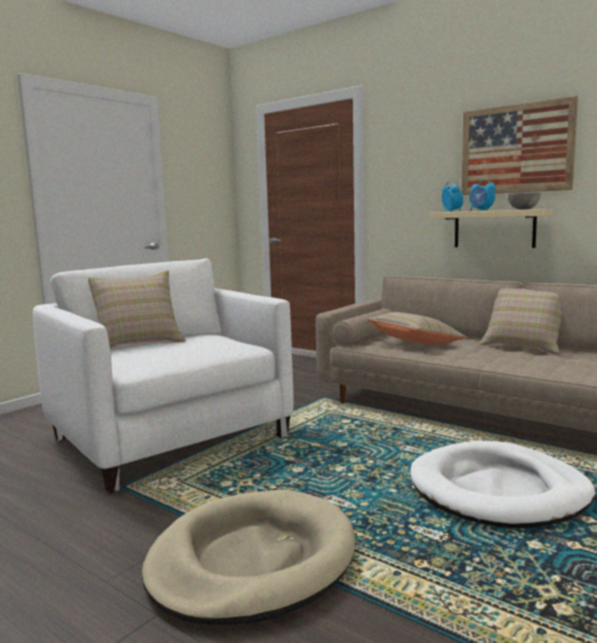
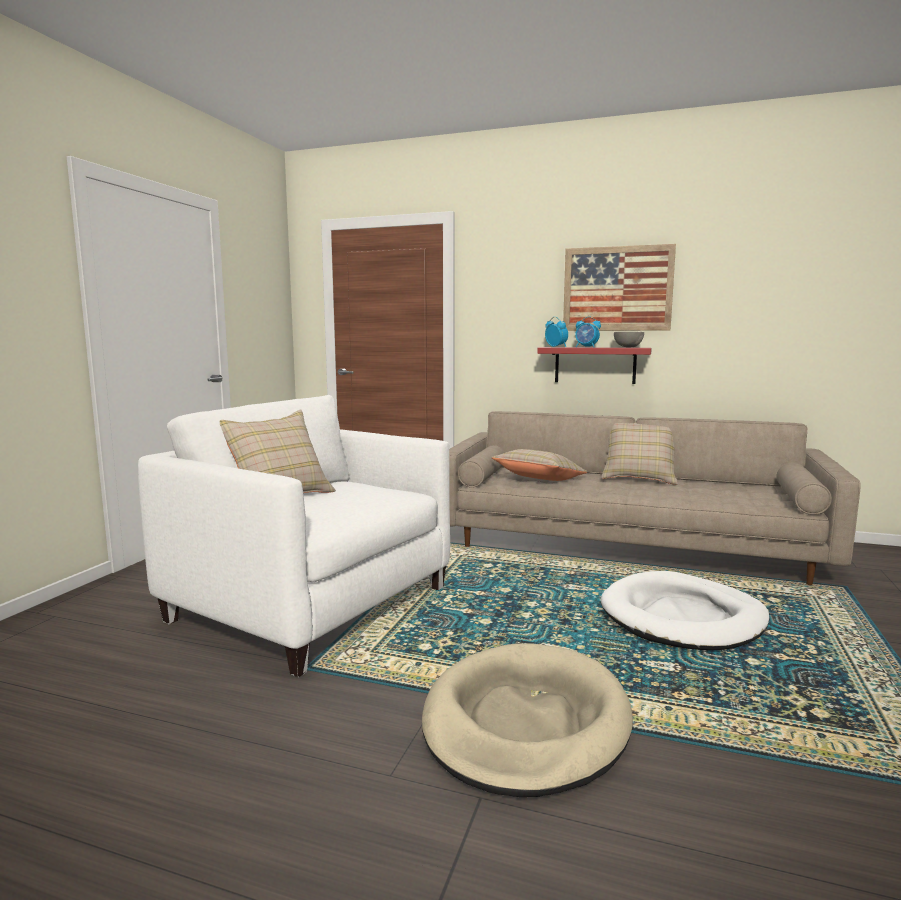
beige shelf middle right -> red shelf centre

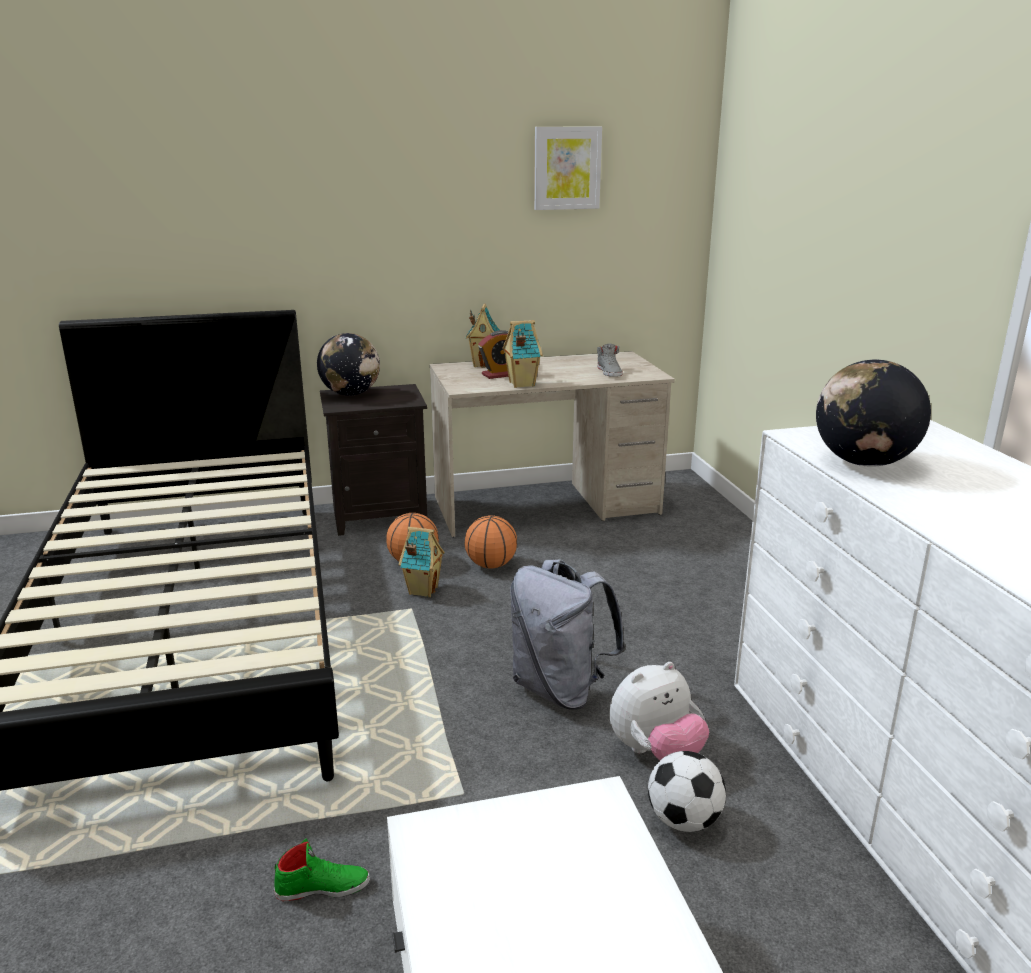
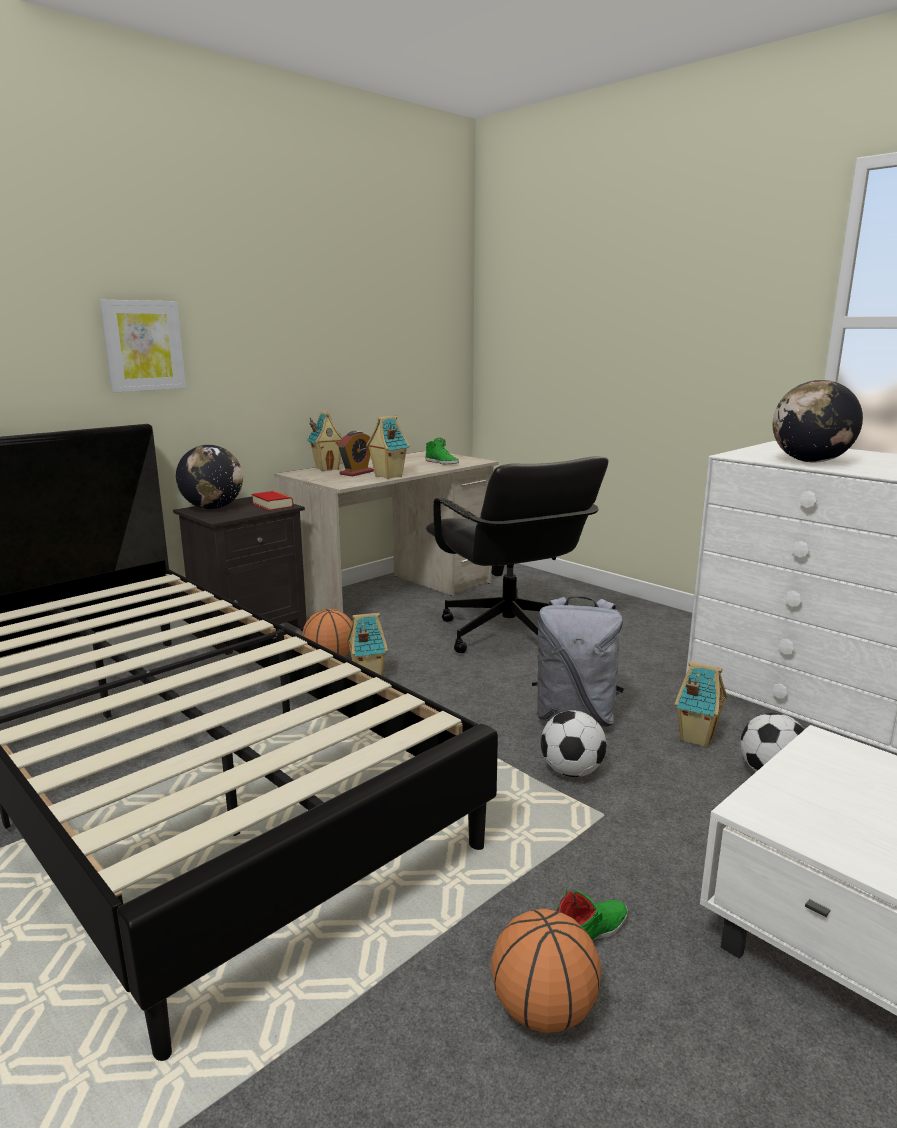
basketball (no. 2 from left) centre -> basketball (no. 2 from left) bottom centre, shifted
picture top centre -> picture top left, shifted
grey shoe centre -> green shoe (no. 1 from left) centre
plush toy bottom centre -> toy house (no. 4 from left) middle right
none -> book middle left
none -> black office chair centre
none -> football (no. 1 from left) centre

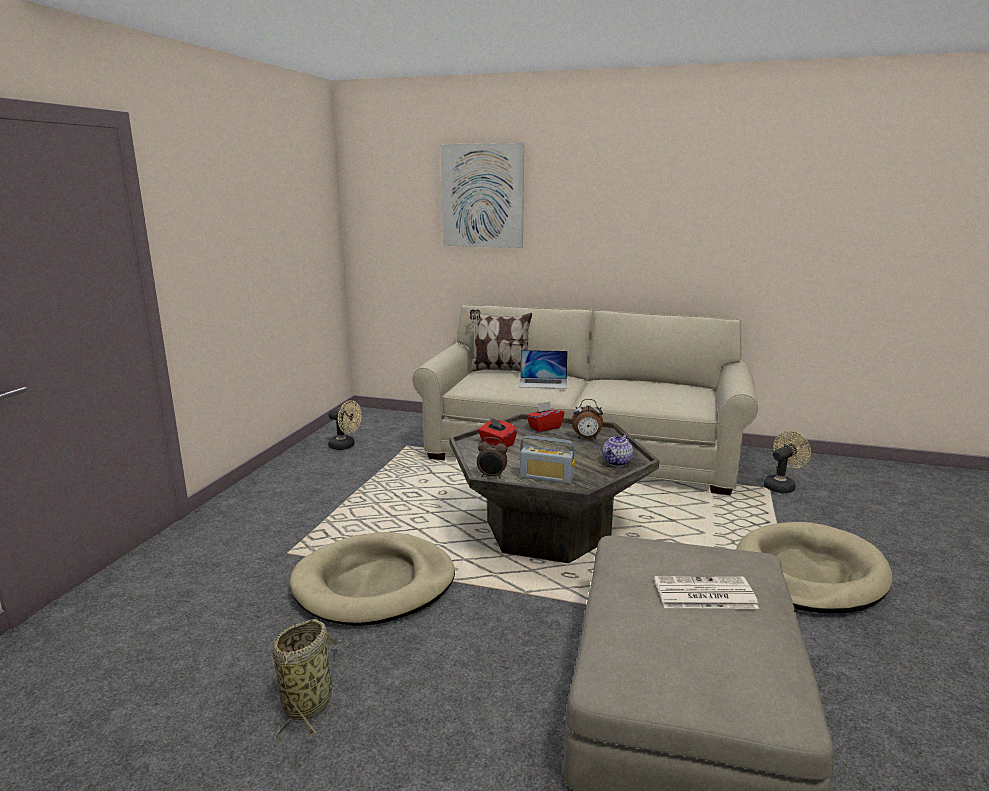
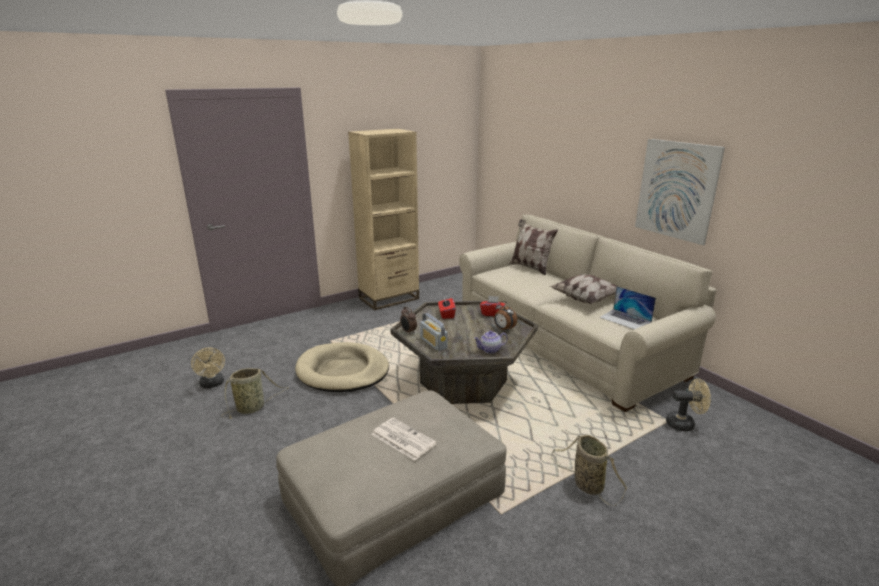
beige fan (no. 1 from left) centre -> beige fan (no. 1 from left) middle left, shifted
picture top centre -> picture top right, shifted
laptop centre -> laptop middle right, shifted
beige dog bed (no. 2 from left) bottom right -> basket (no. 2 from left) bottom right
none -> beige bookcase centre
none -> pillow (no. 2 from left) centre

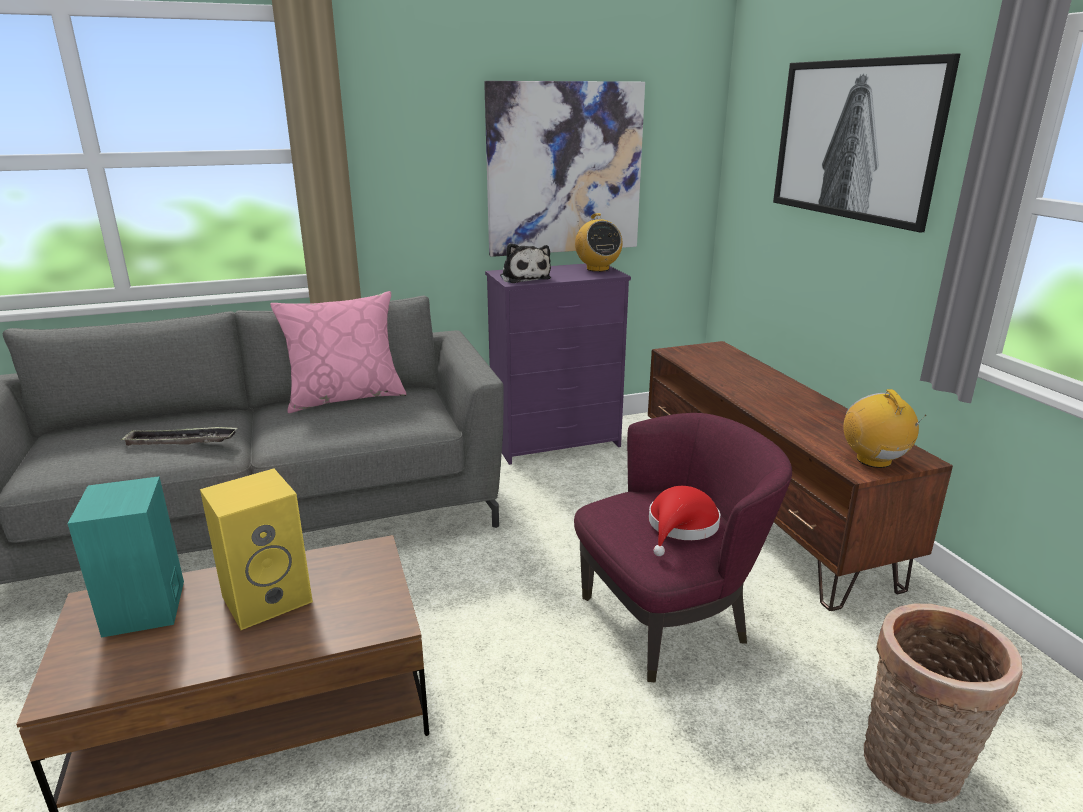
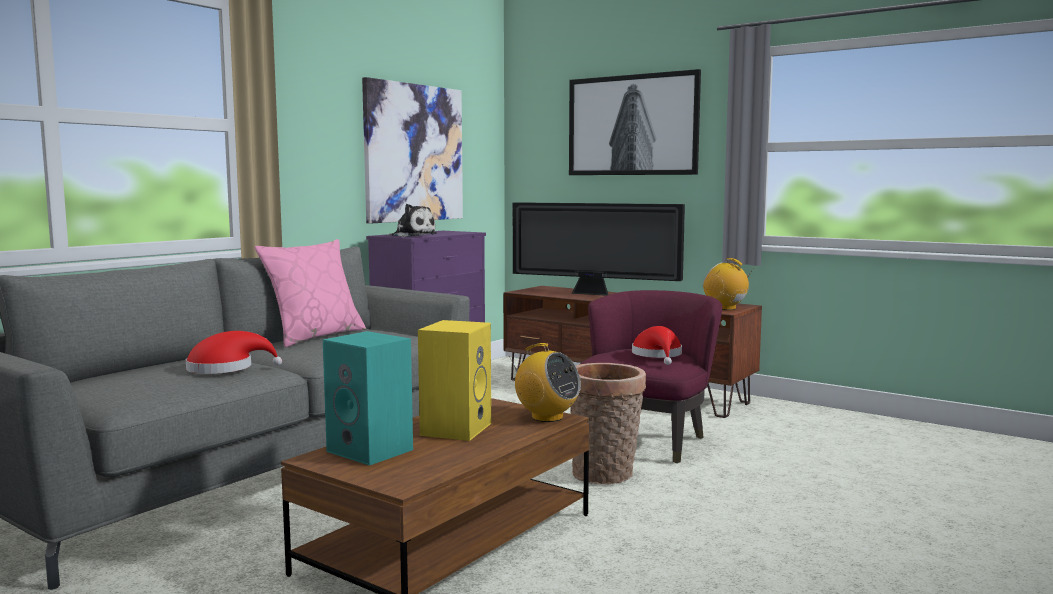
tray middle left -> red hat (no. 1 from left) middle left
radio (no. 1 from left) top centre -> radio (no. 1 from left) centre, shifted
basket bottom right -> basket bottom centre, shifted
none -> television centre

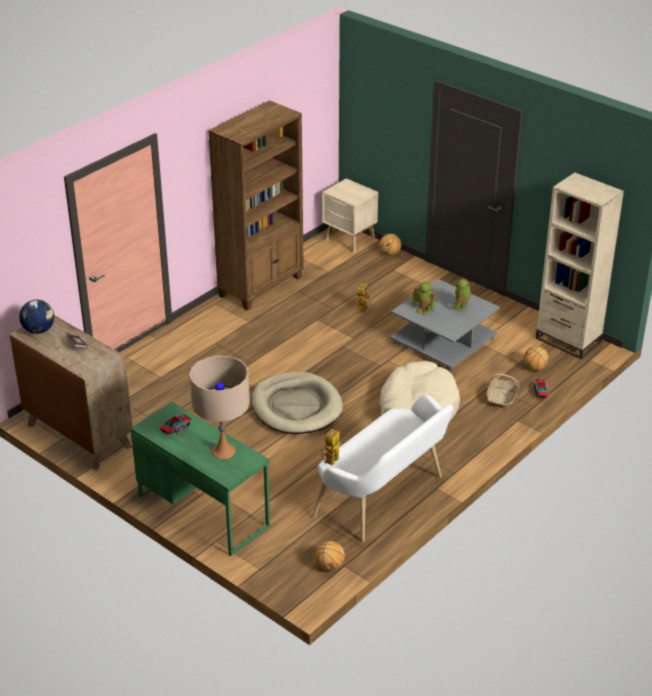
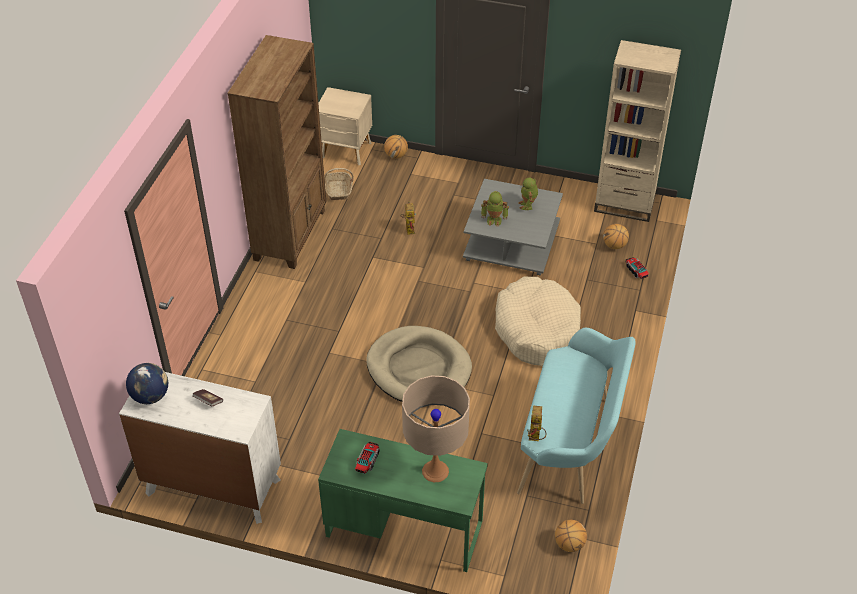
brown dresser middle left -> white dresser bottom left
white bench bottom centre -> turquoise bench bottom right
basket middle right -> basket top centre, shifted

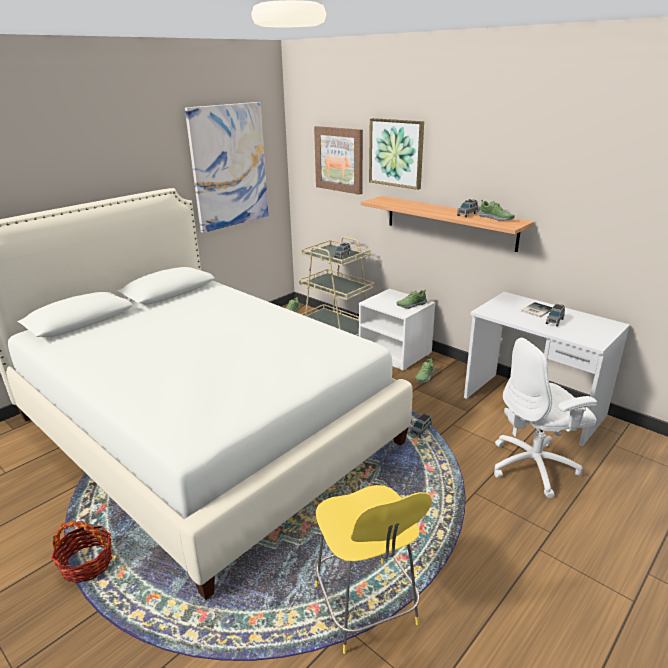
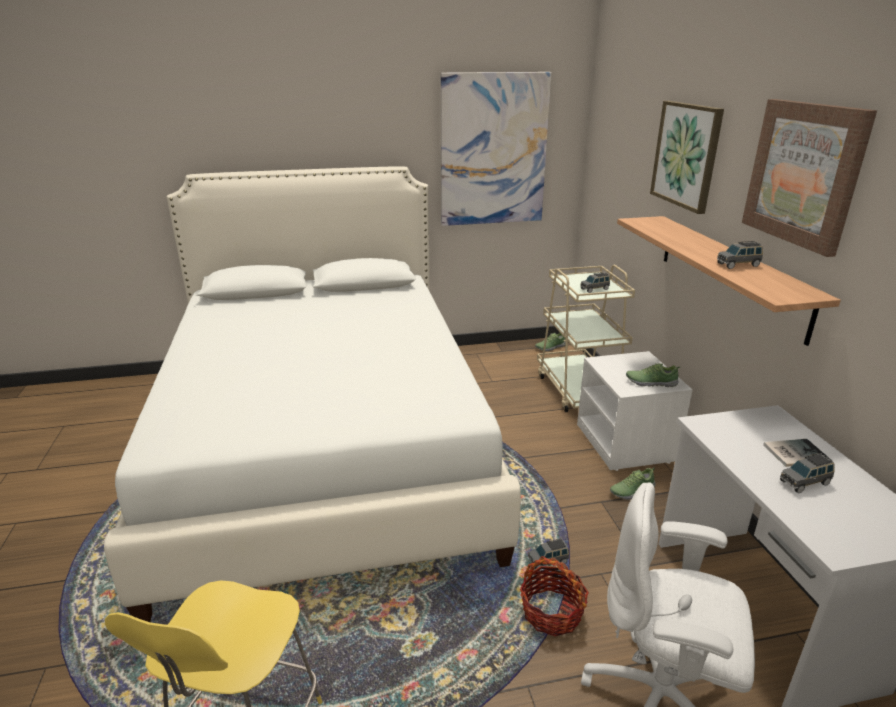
basket bottom left -> basket bottom centre, shifted
picture (no. 2 from left in the first image) top centre -> picture (no. 3 from left) top right, shifted
shoe (no. 4 from left) top right -> none

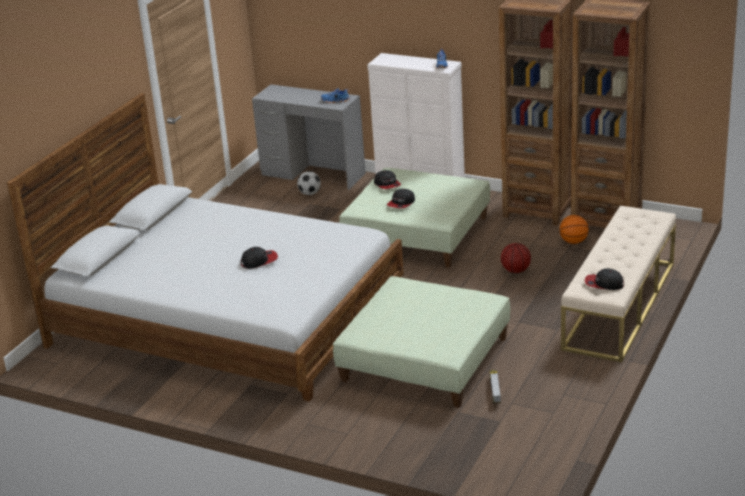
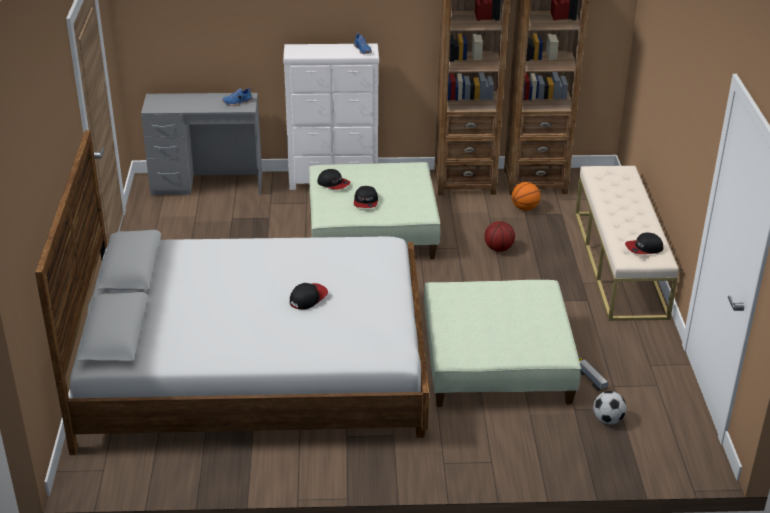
football centre -> football bottom right, shifted

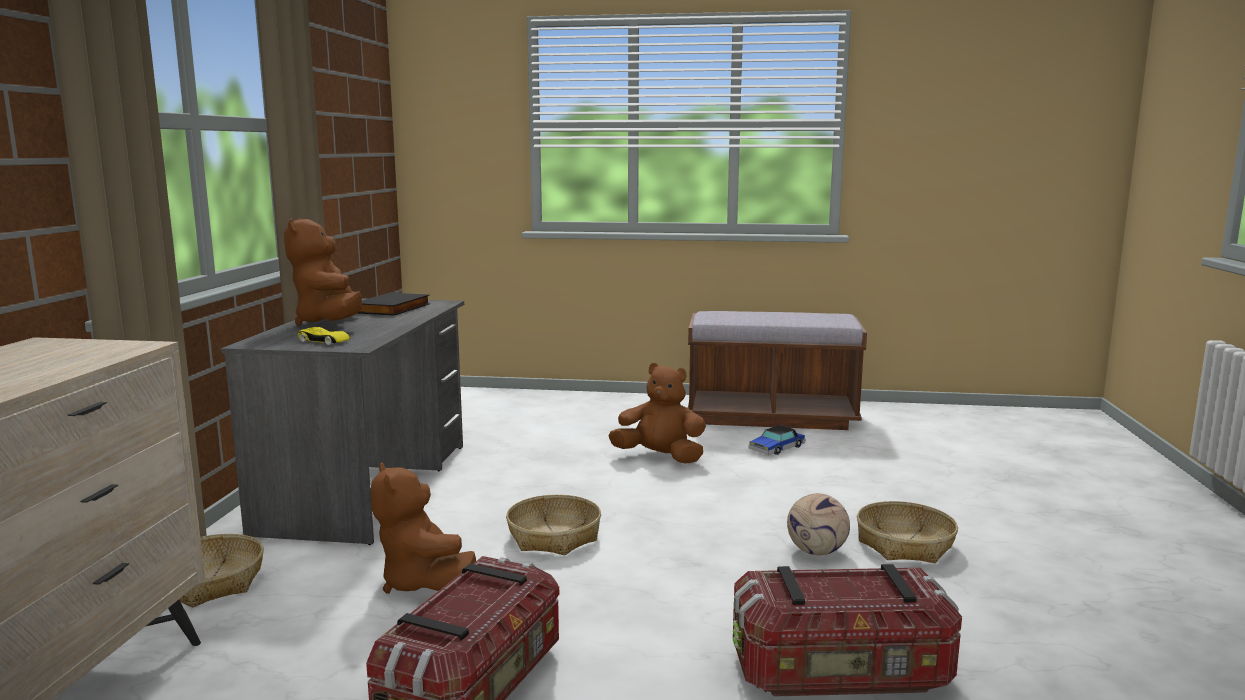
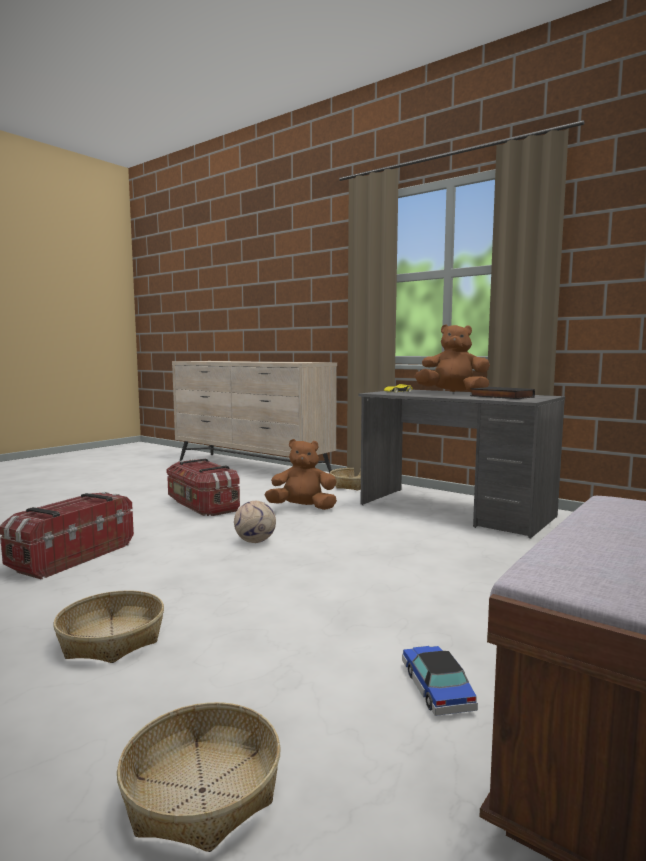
basket (no. 2 from left) bottom centre -> basket (no. 2 from left) bottom left, shifted
brown plush toy (no. 3 from left) centre -> none
football bottom centre -> football centre, shifted

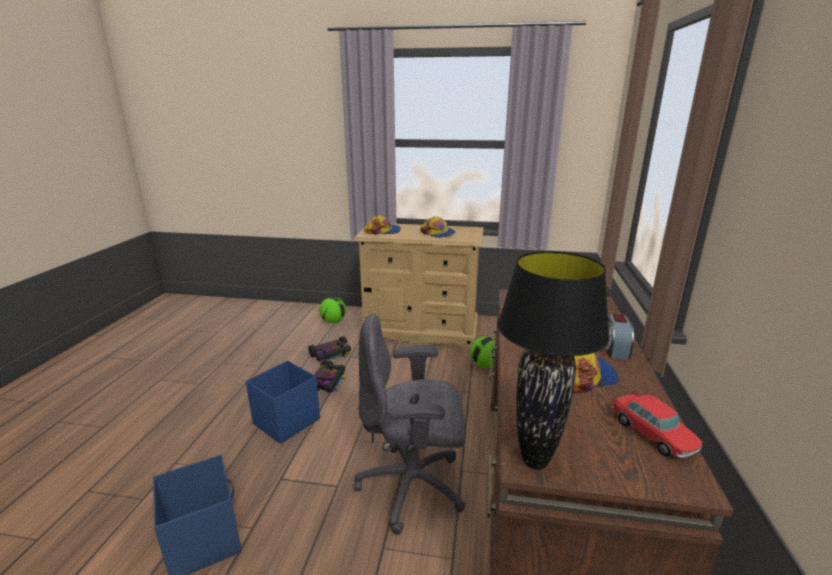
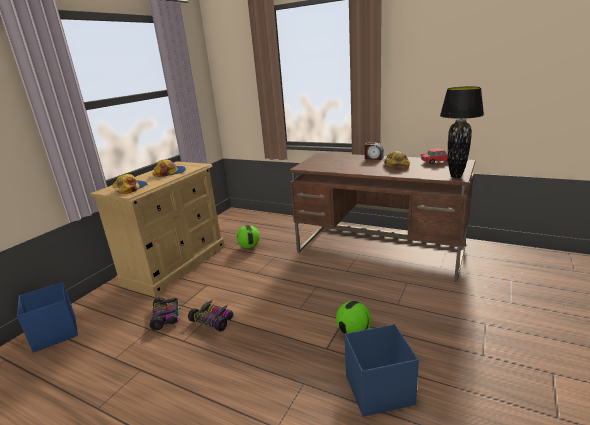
blue storage box (no. 2 from left in the first image) bottom centre -> blue storage box (no. 1 from left) bottom left, shifted
football (no. 1 from left in the first image) centre -> football (no. 2 from left) bottom centre, shifted
grey office chair bottom centre -> none

